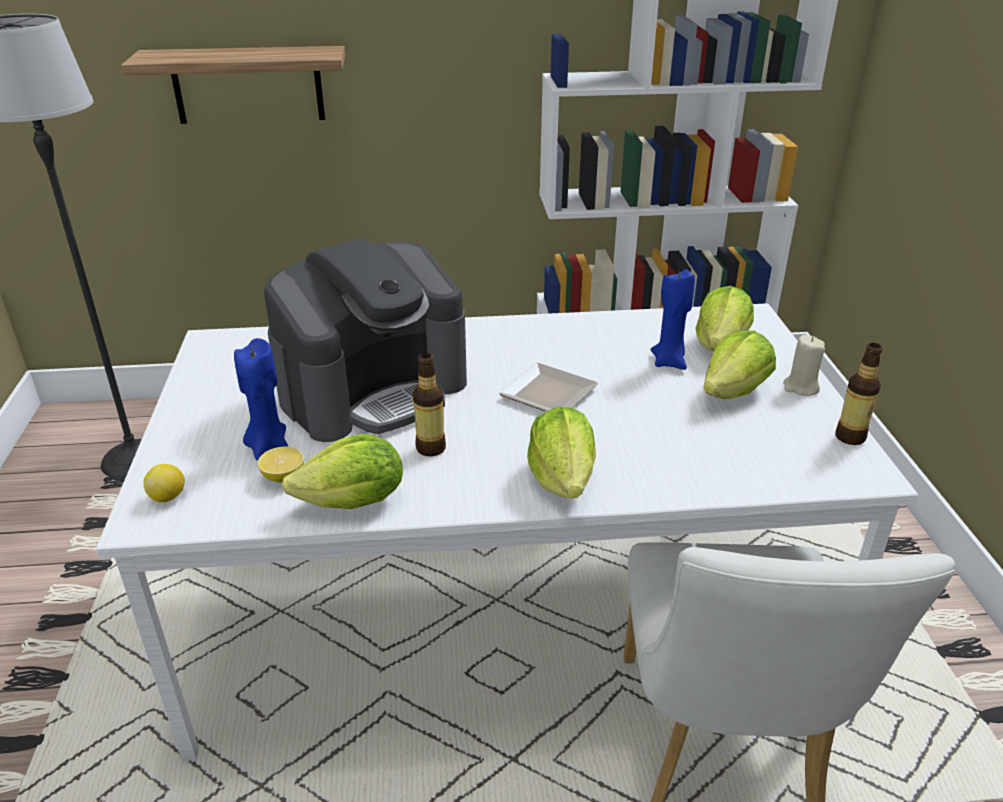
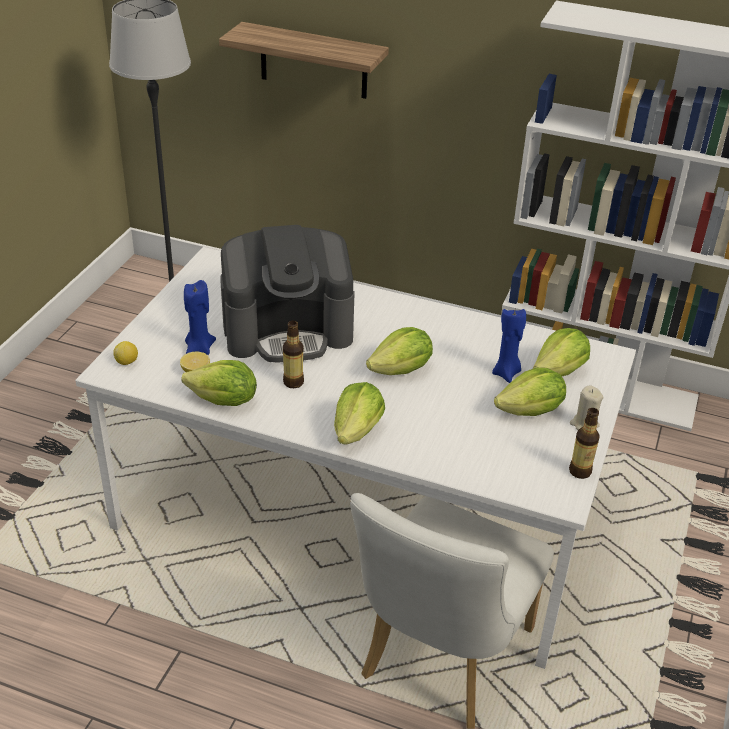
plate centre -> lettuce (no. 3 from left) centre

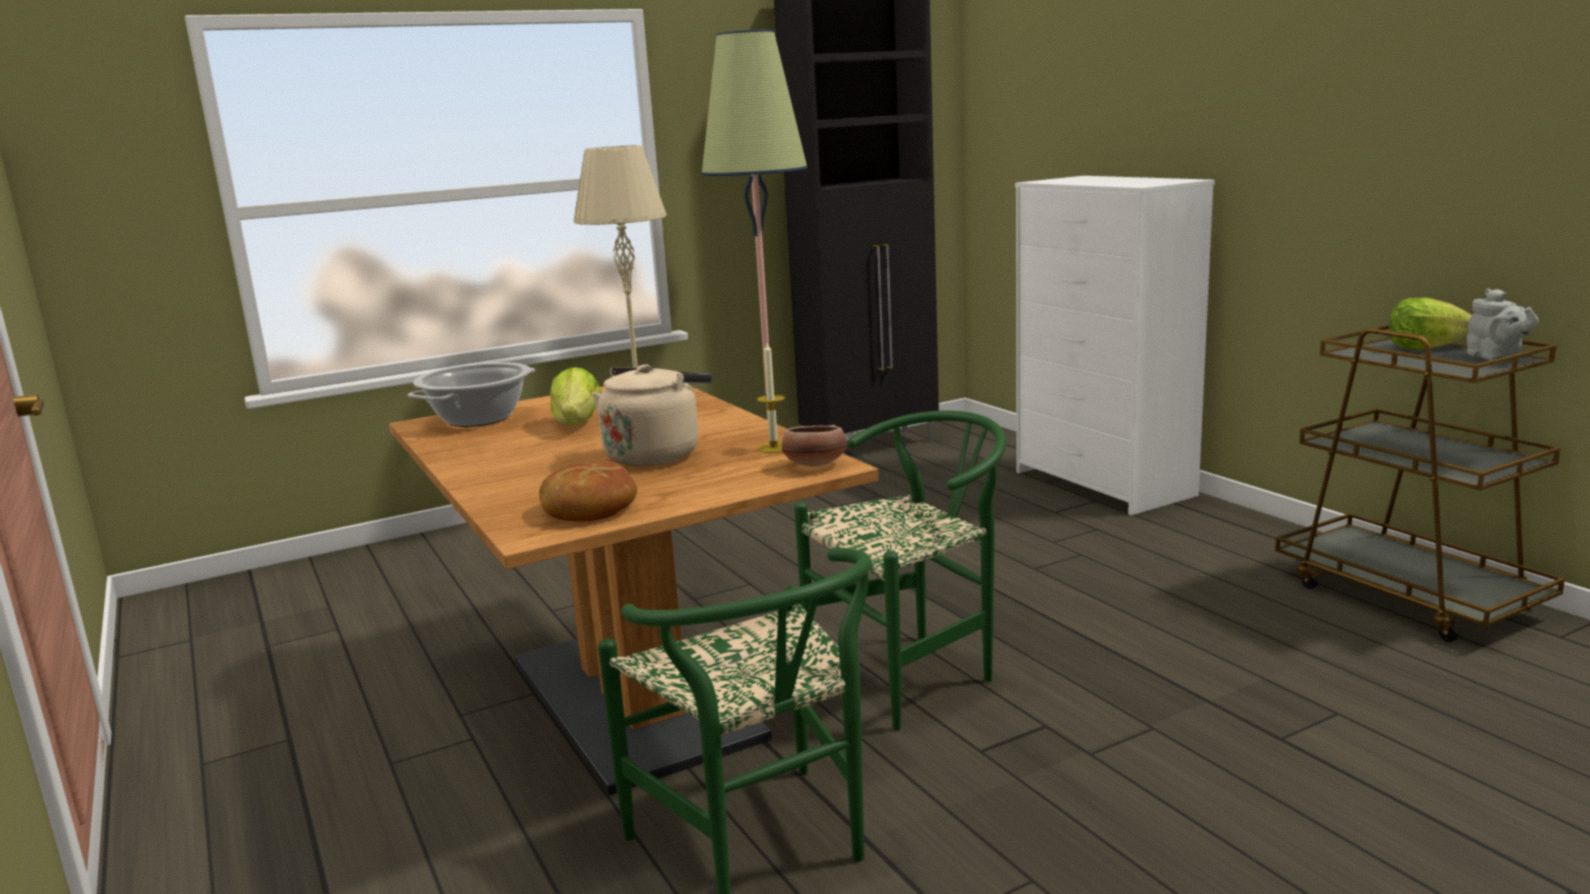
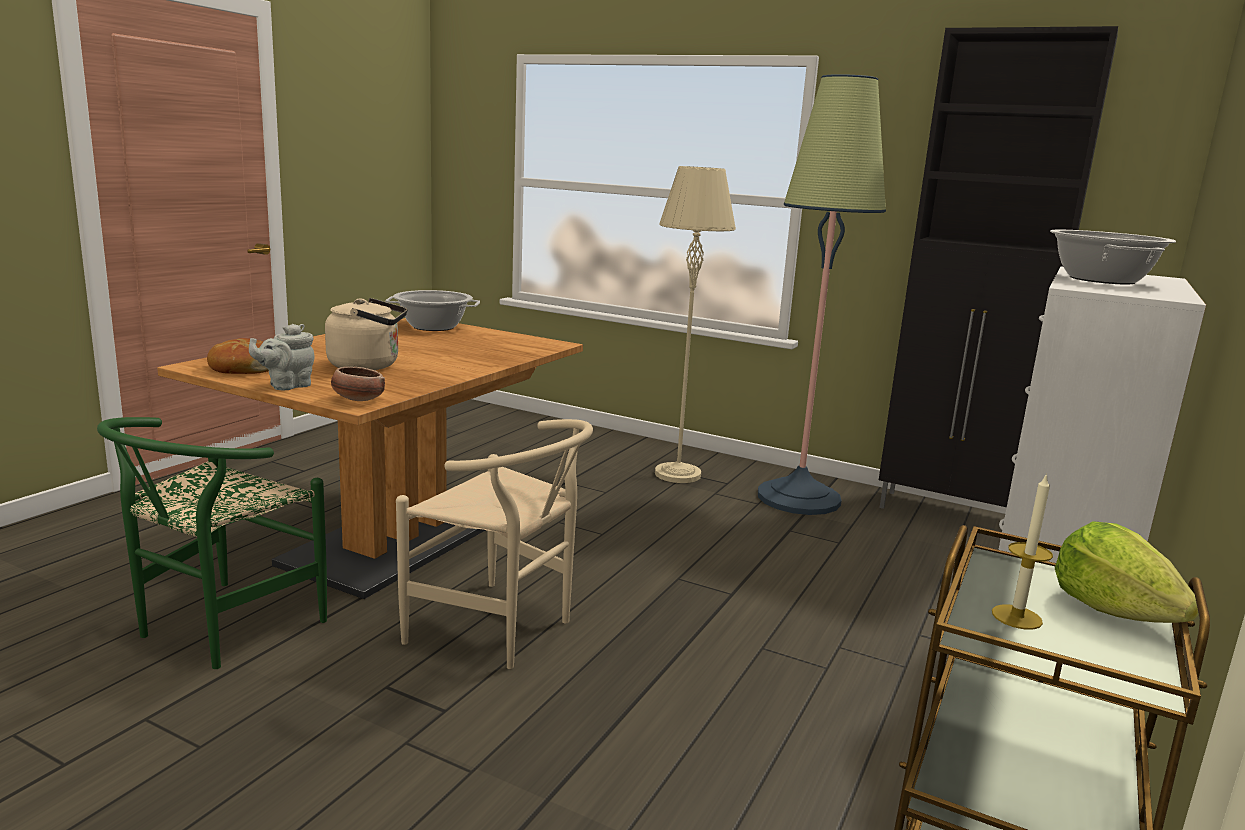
lettuce (no. 1 from left) centre -> none
candle centre -> candle middle right, shifted
green chair (no. 2 from left) centre -> beige chair centre
grey teapot middle right -> grey teapot middle left, shifted
none -> cooking pot (no. 2 from left) top right

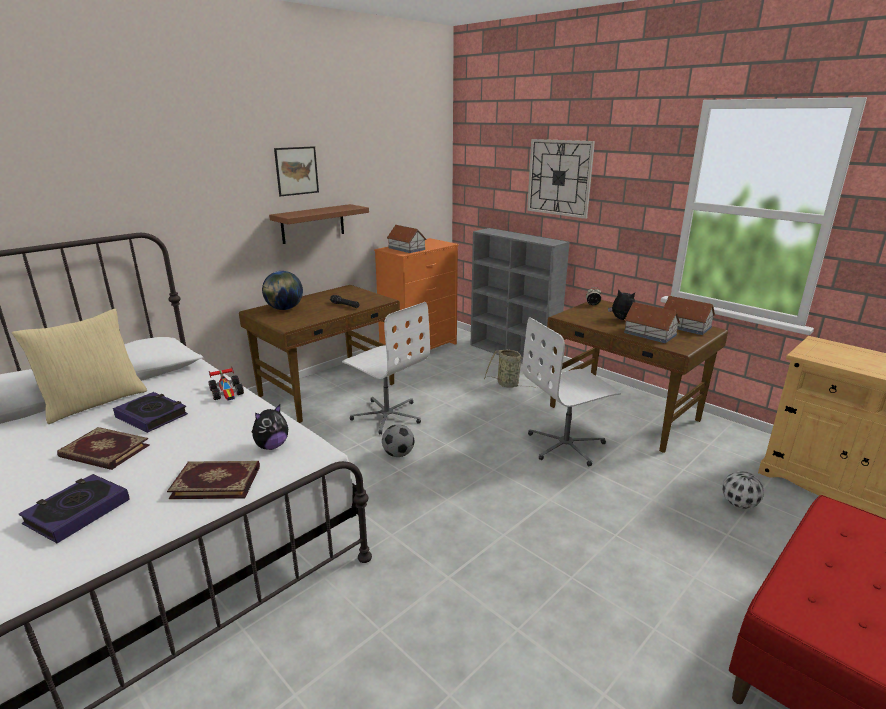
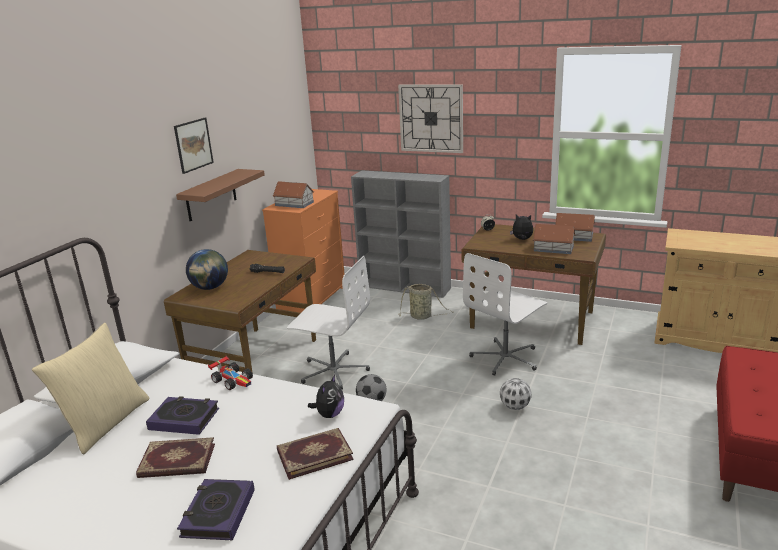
football (no. 2 from left) bottom right -> football (no. 2 from left) bottom centre, shifted

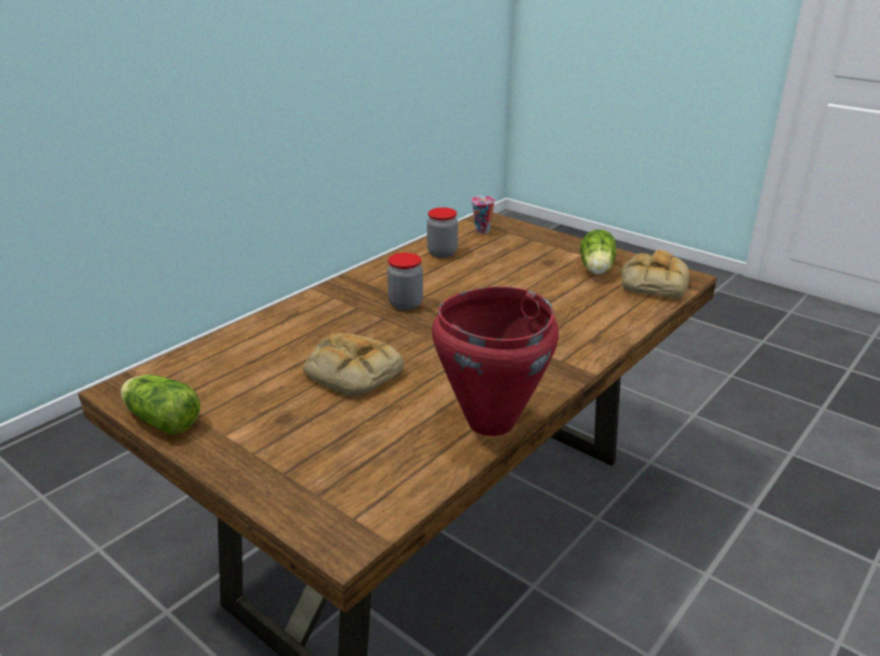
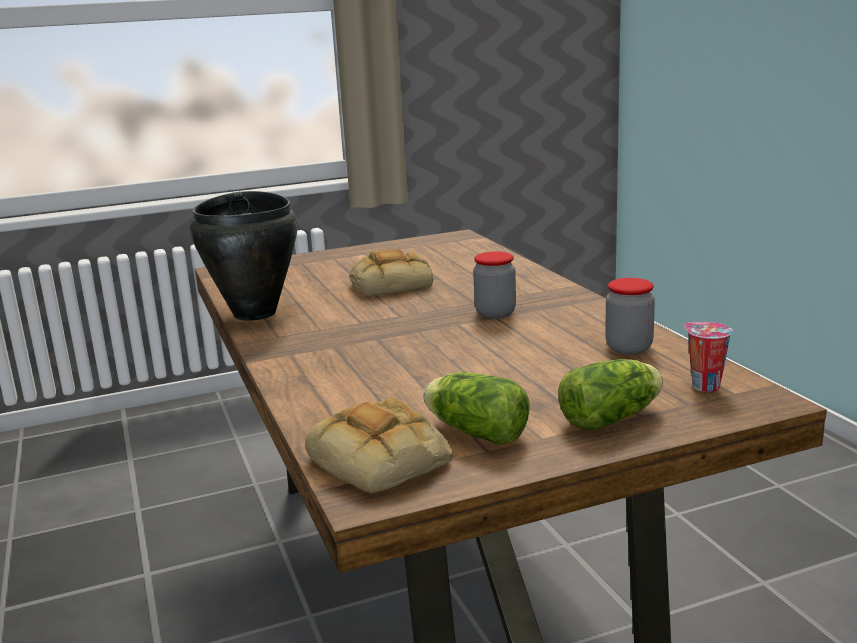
lettuce (no. 1 from left in the first image) middle left -> lettuce (no. 2 from left) middle right, shifted
red cooking pot centre -> black cooking pot middle left

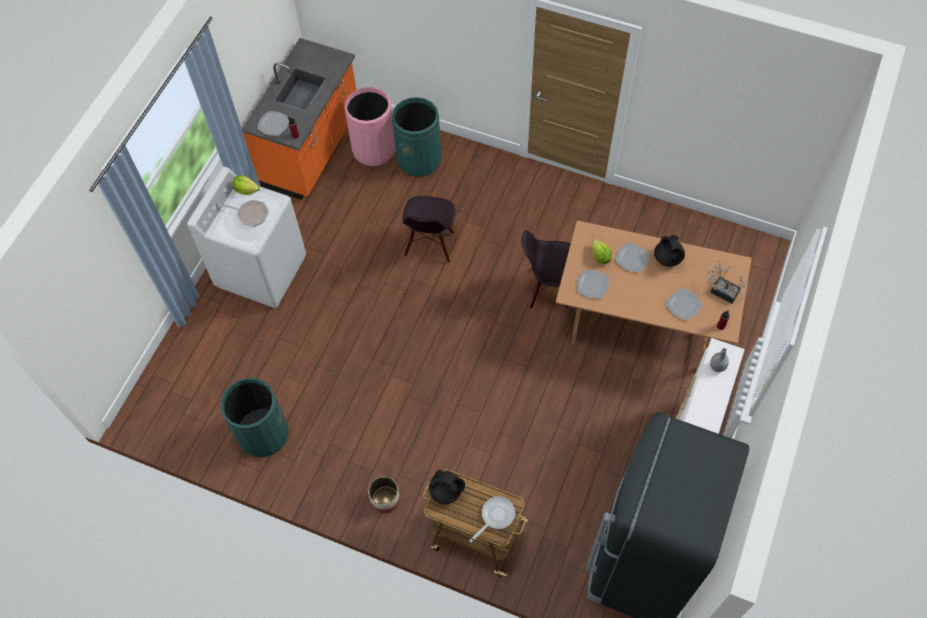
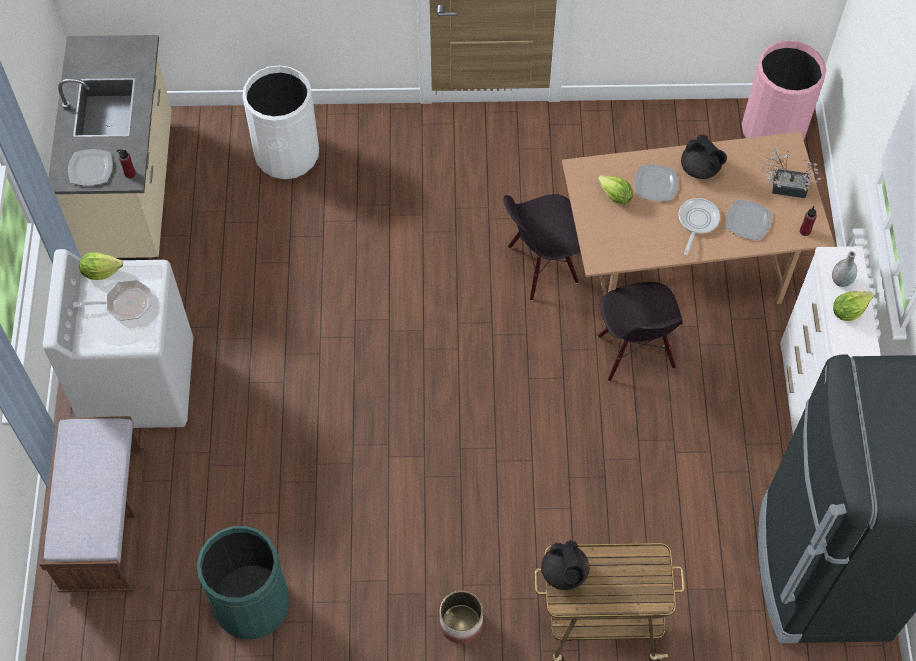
orange counter top left -> beige counter top left
pink trash can top centre -> pink trash can top right, shifted
green trash can (no. 2 from left) top centre -> white trash can top left
black chair (no. 1 from left in the first image) centre -> black chair (no. 2 from left) middle right, shifted
black teapot (no. 1 from left) bottom centre, 75 degrees clockwise
frying pan (no. 2 from left) bottom centre -> frying pan (no. 2 from left) middle right, shifted
plate (no. 2 from left) centre -> none
none -> brown bench bottom left
none -> lettuce (no. 3 from left) middle right

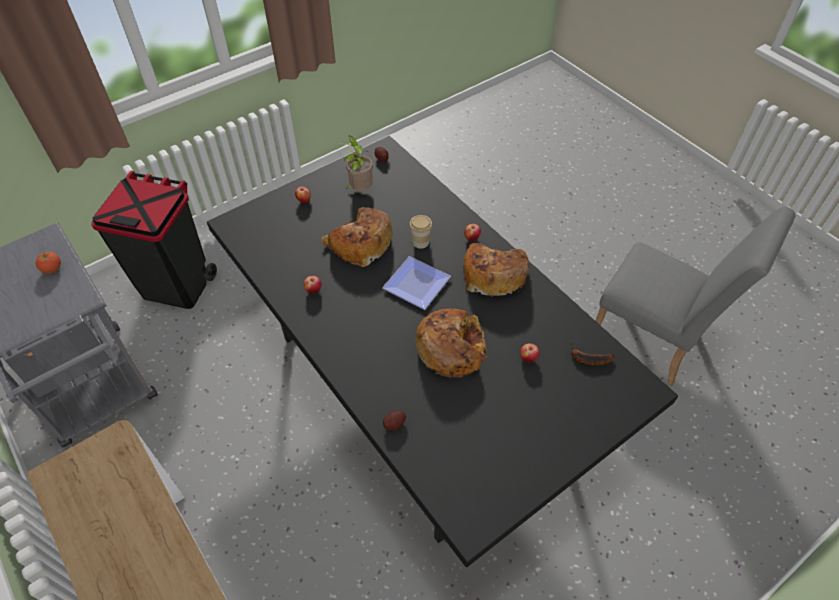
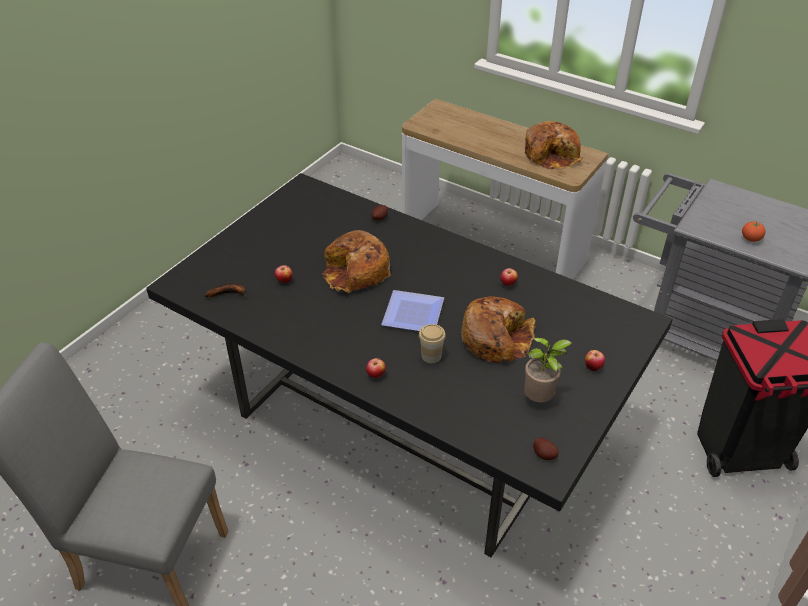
bread (no. 3 from left) centre -> bread (no. 3 from left) top right, shifted

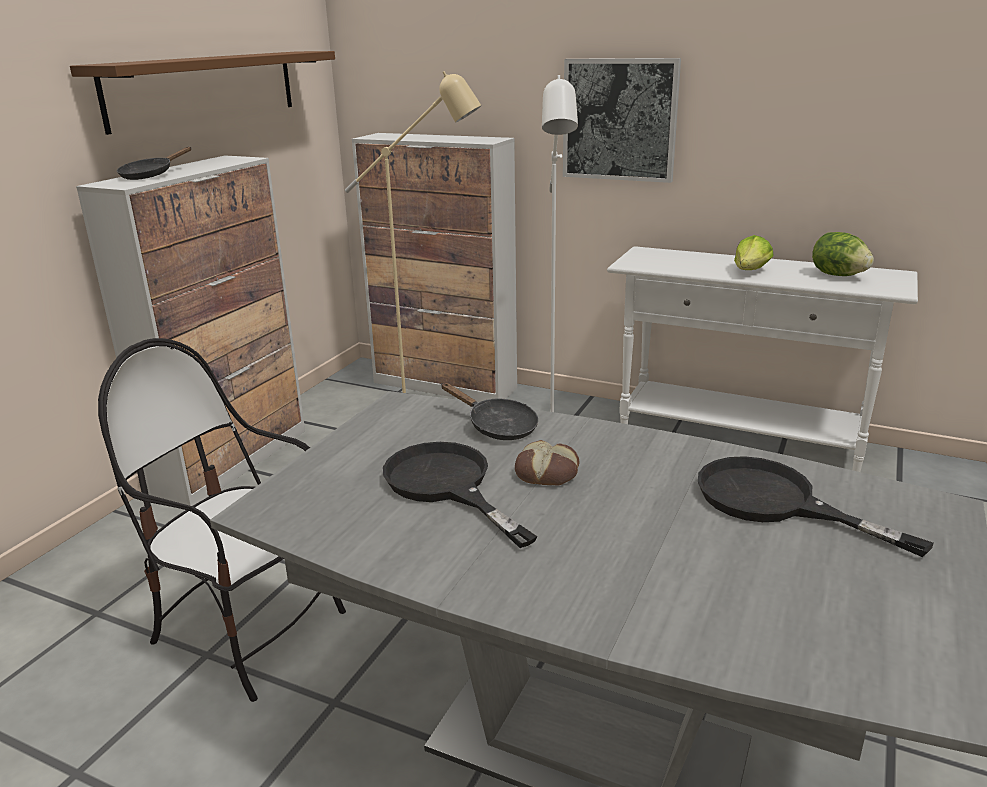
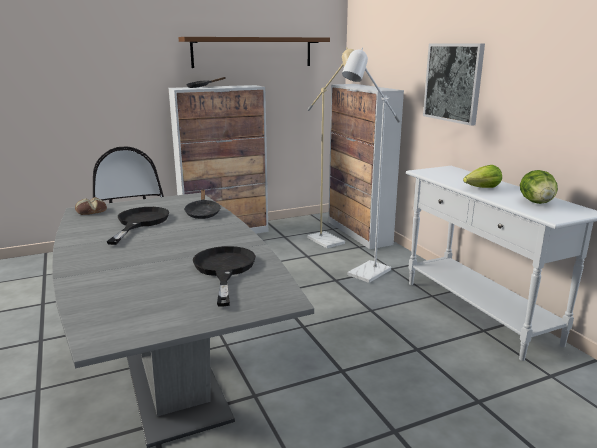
bread centre -> bread middle left, shifted

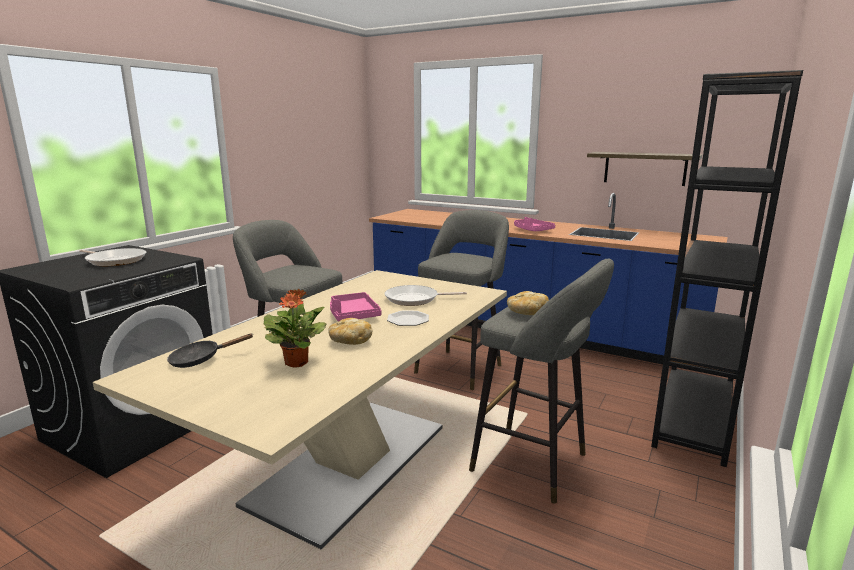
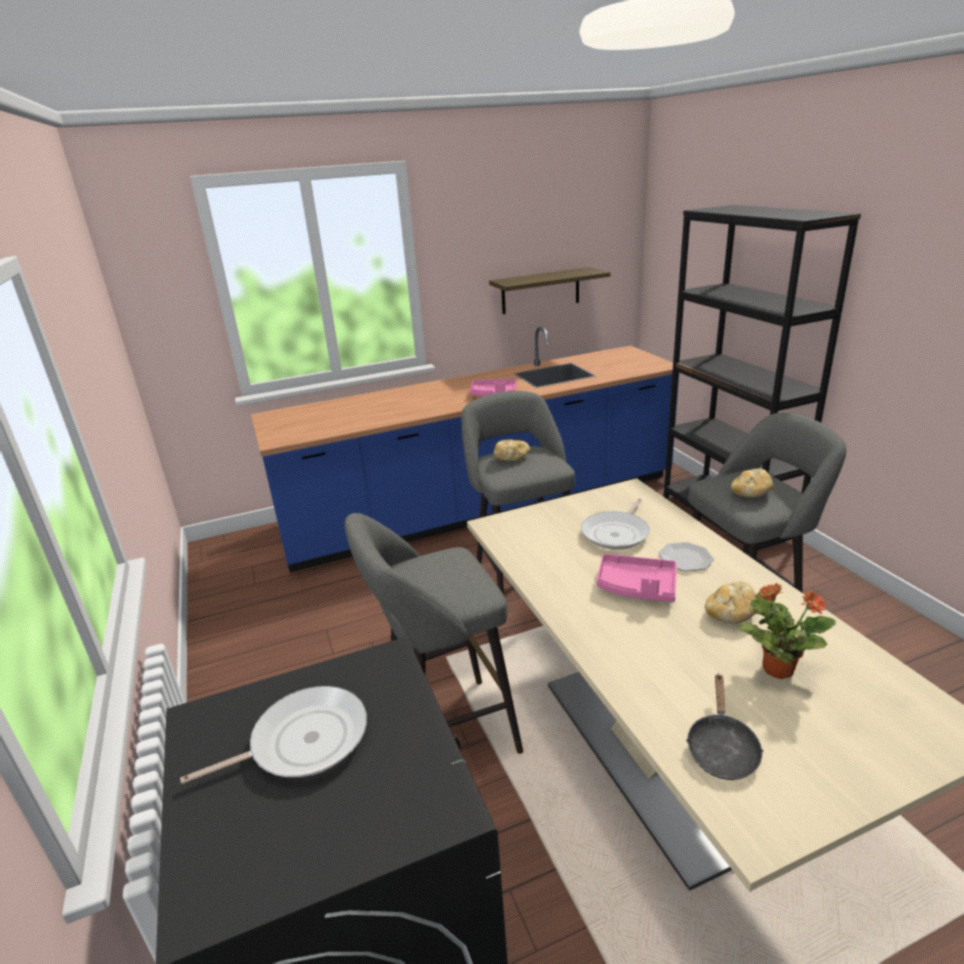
none -> bread (no. 1 from left) centre

